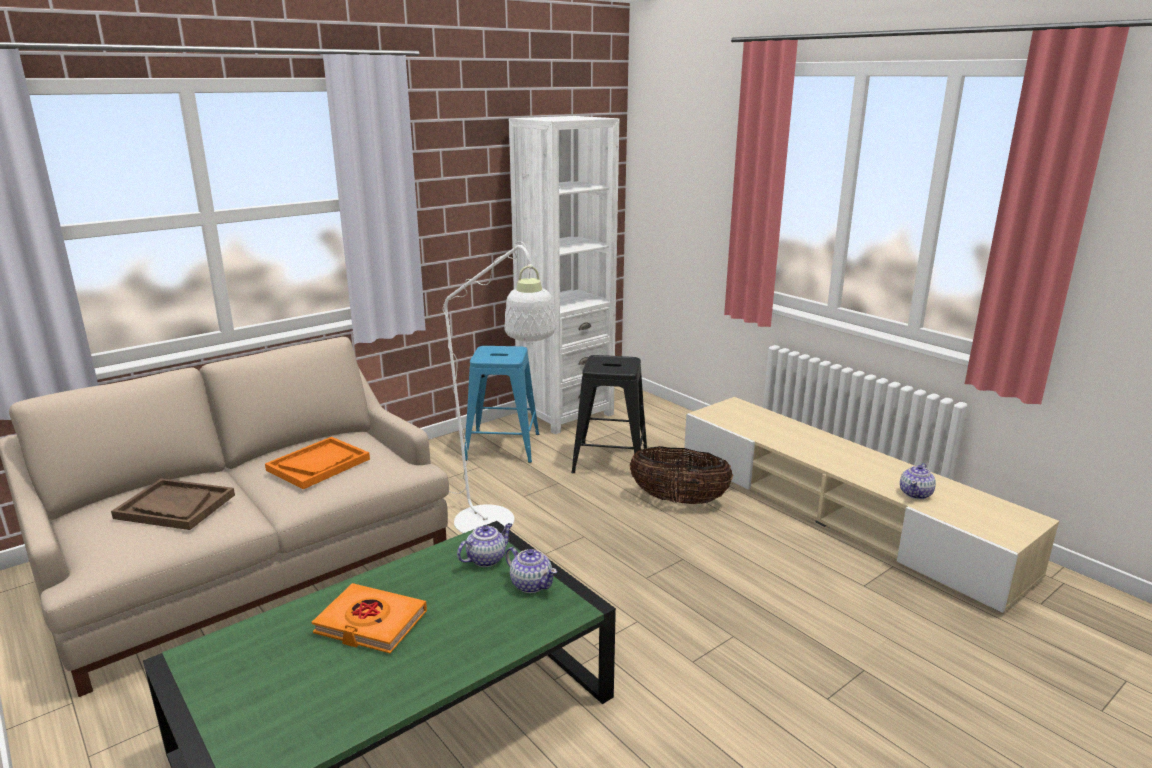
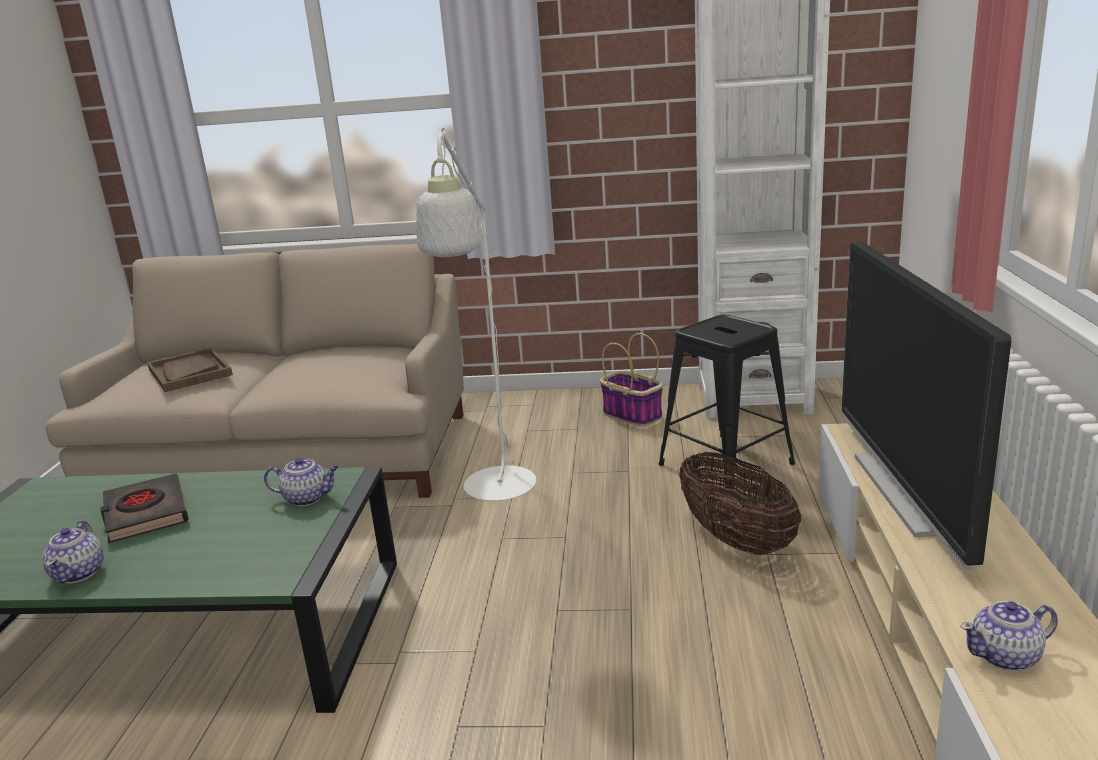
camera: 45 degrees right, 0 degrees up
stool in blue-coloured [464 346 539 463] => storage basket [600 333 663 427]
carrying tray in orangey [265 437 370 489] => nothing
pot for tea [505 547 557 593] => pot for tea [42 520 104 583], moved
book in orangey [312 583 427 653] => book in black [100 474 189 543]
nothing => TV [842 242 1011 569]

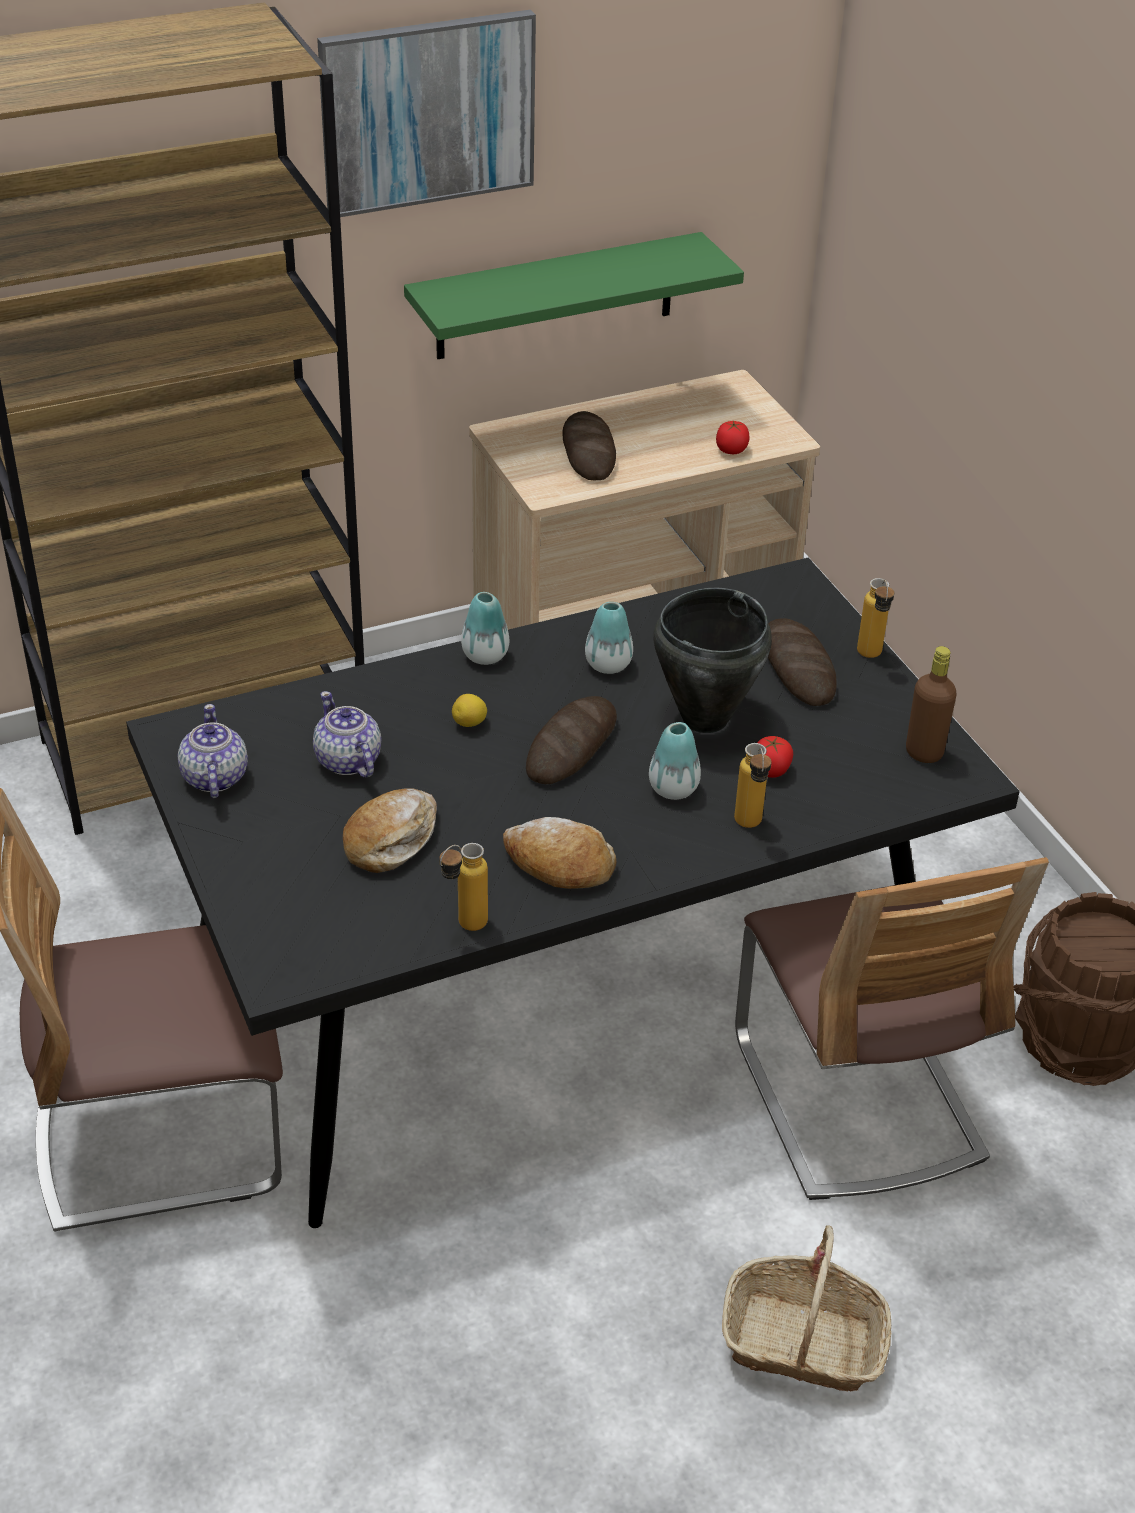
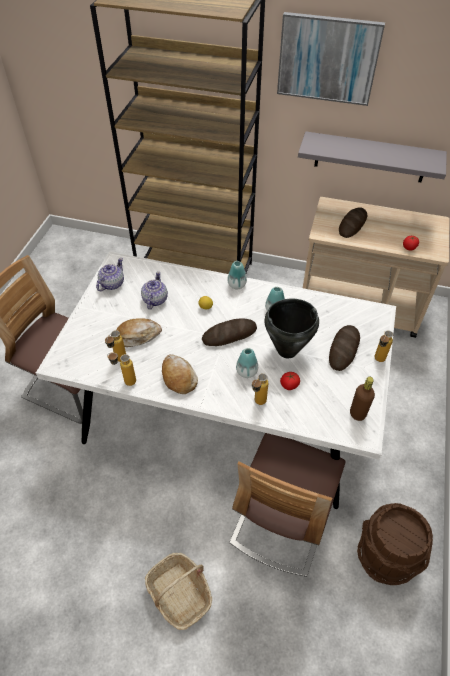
camera: 40 degrees right, 10 degrees up
bracket shelf in greenish [404 232 744 359] => bracket shelf in greyish [298 131 447 182]
dining table in black [126 557 1020 1228] => dining table in white-coloured [36 251 396 509]
nothing => bottle [105 330 126 362]

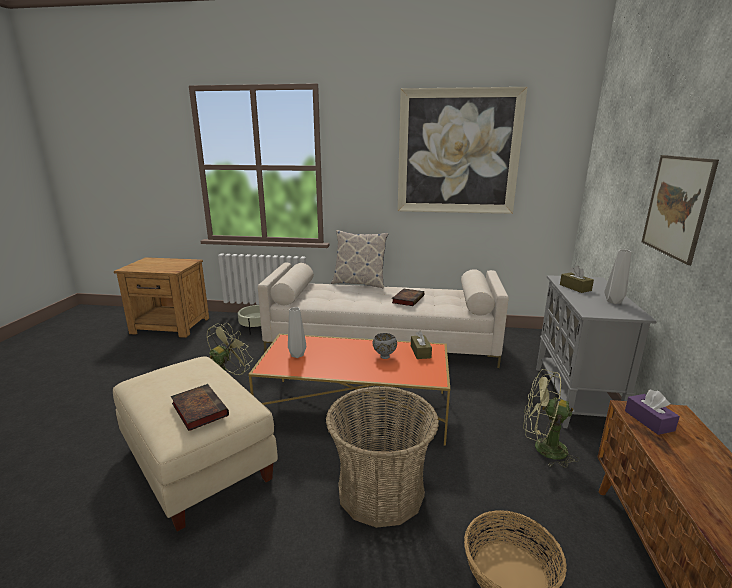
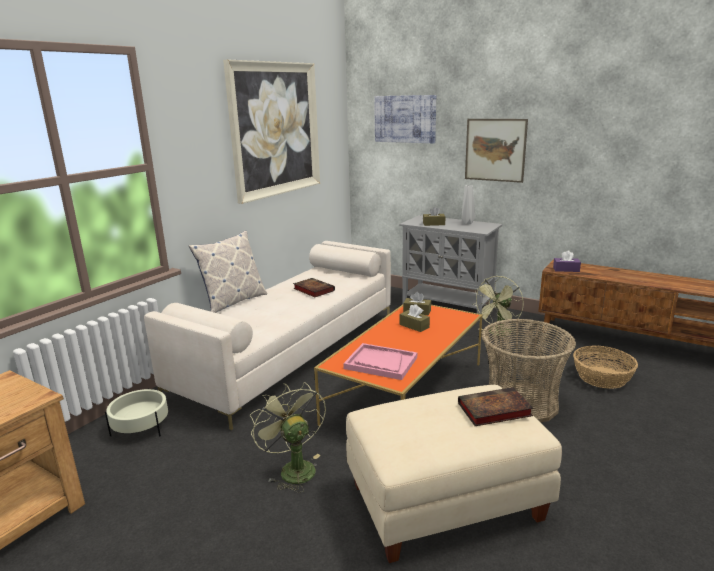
camera: 65 degrees left, 0 degrees up
decorative vase in greyish [288 307 306 358] => carrying tray in pink [343 343 417 380]
bowl in greyish [373 333 397 359] => tissue holder in brown [400 304 430 332]
nothing => picture [374 95 436 143]

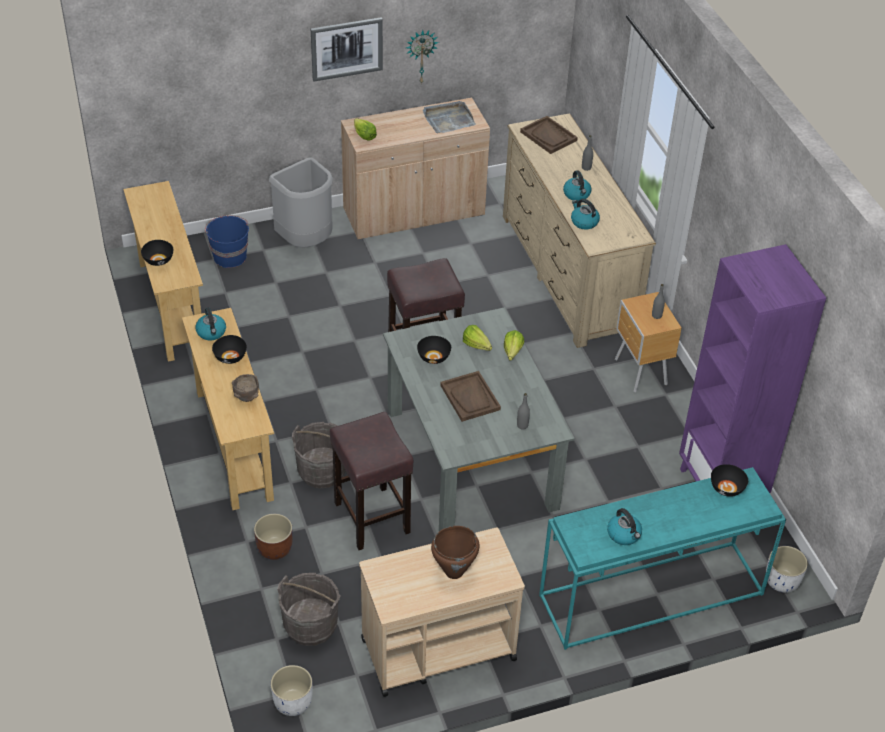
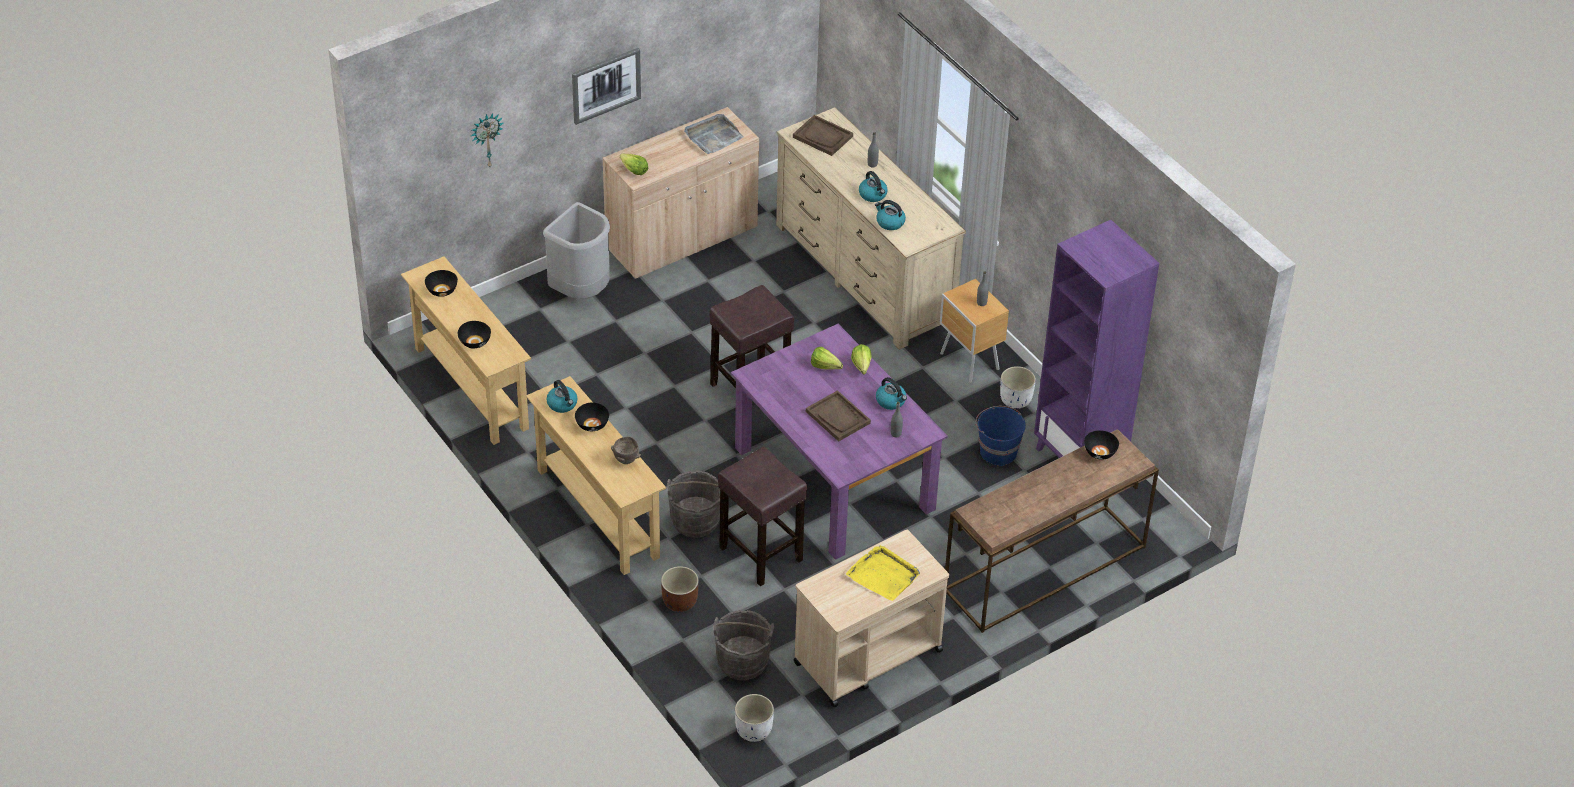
camera: 15 degrees left, 0 degrees up
wall clock [406 30 439 84] => wall clock [471 113 504 167], moved
bucket in blue-coloured [205 215 249 268] => bucket in blue-coloured [976 406 1026 466], moved
dining table in greyish [383 307 575 531] => dining table in purplish [731 324 948 560]
bowl in black [417 336 451 364] => bowl in black [425 270 458 297], moved
hall table in turquoise [539 467 786 650] => hall table in brown [945 429 1159 633]
water kettle [607 508 642 545] => water kettle [876 377 907 410], moved
cooking pot in brown [431 526 479 579] => carrying tray in yellowish [846 545 920 601]
plant pot in white-coloured [766 546 808 593] => plant pot in white-coloured [1000 366 1036 409], moved

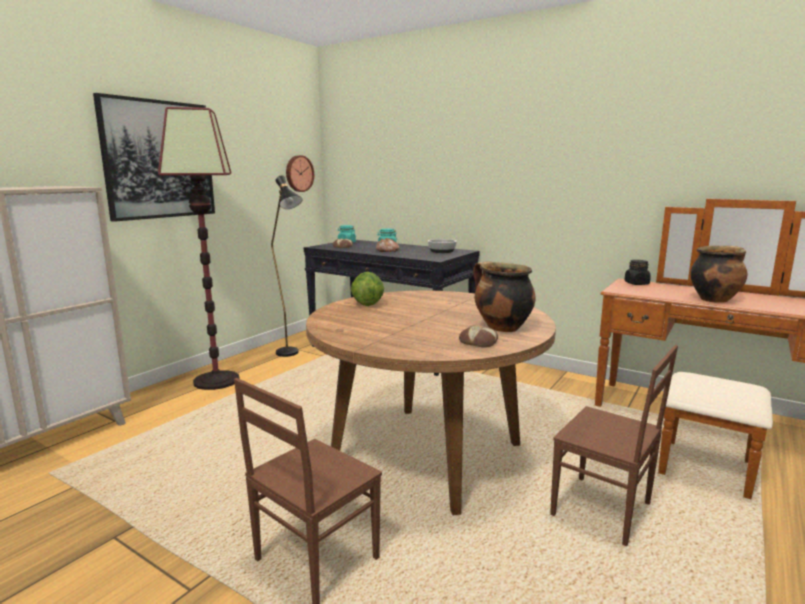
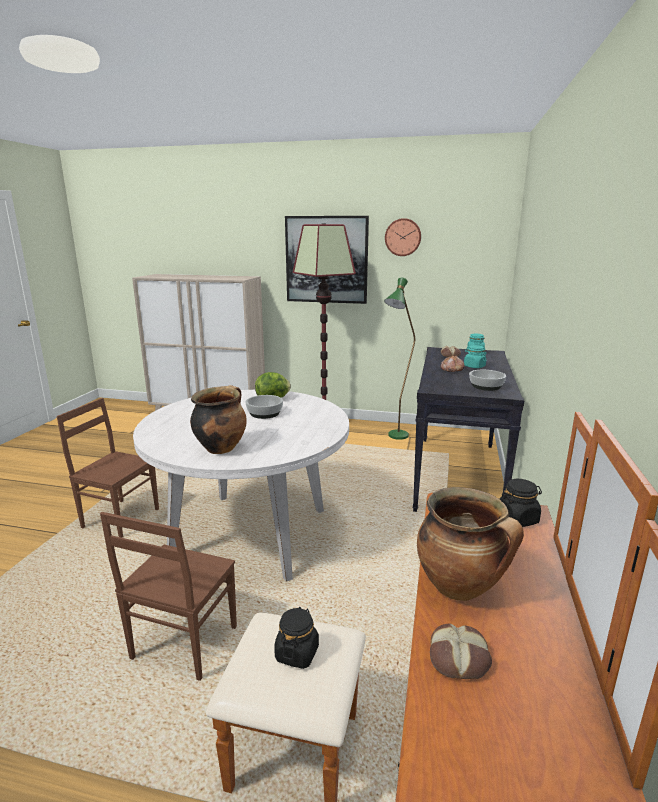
camera: 70 degrees right, 5 degrees up
wall clock [286 155 314 192] => wall clock [385 218 421 256], moved
standing lamp in black [271 175 303 357] => standing lamp in greenish [384 278 415 440]
dining table in brown [306 291 556 516] => dining table in white-coloured [133 390 349 582]
bread [459 325 498 348] => bread [430 623 492 679], moved
nothing => bowl [245 395 283 419]
nothing => preserve jar in black [274 607 319 669]

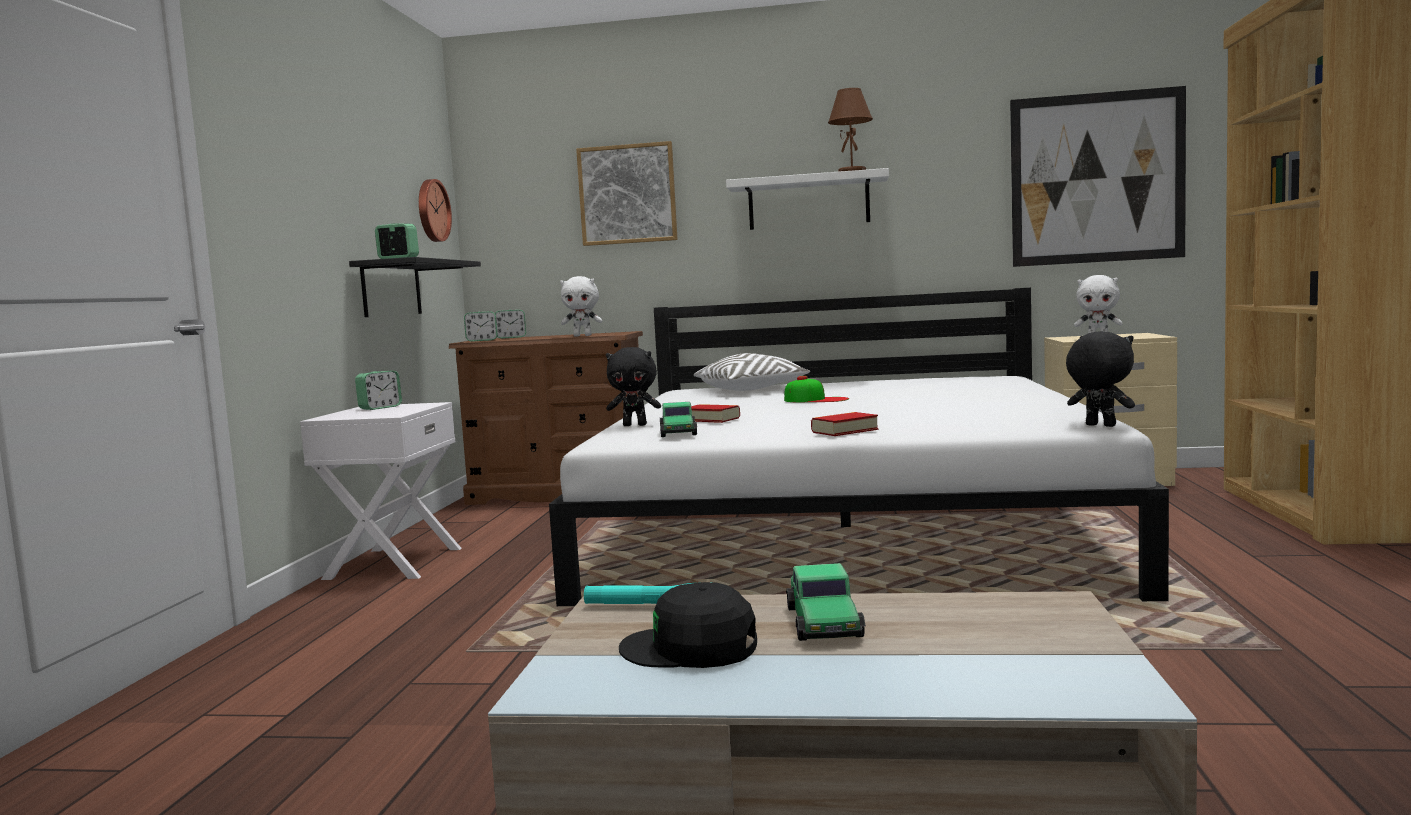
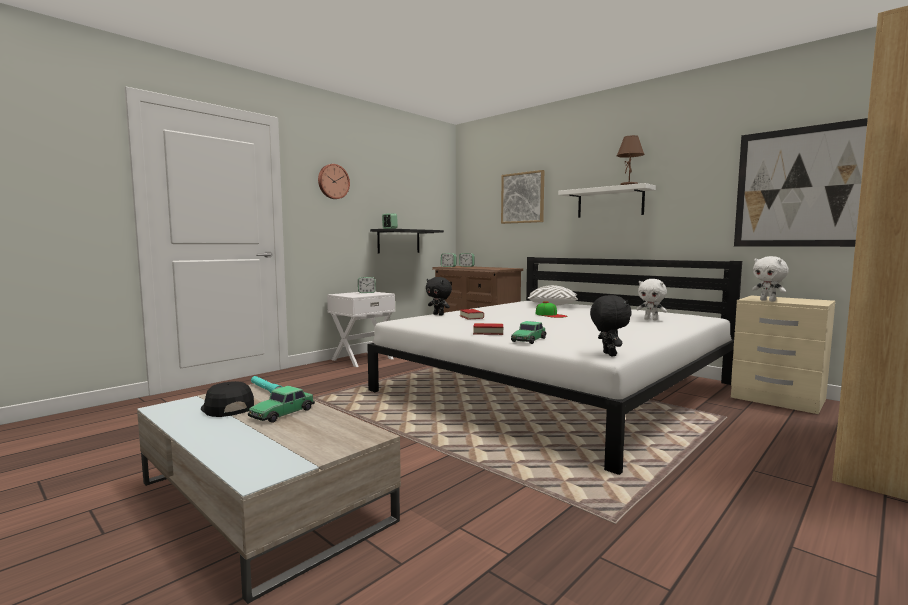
camera: 35 degrees right, 0 degrees up
wall clock [419 179 452 242] => wall clock [318 164 350 199], moved
soft toy in white-coloured [560 276 602 337] => soft toy in white-coloured [636 279 667 320], moved
miniature car [660 402 697 437] => miniature car [511 321 546 344], moved

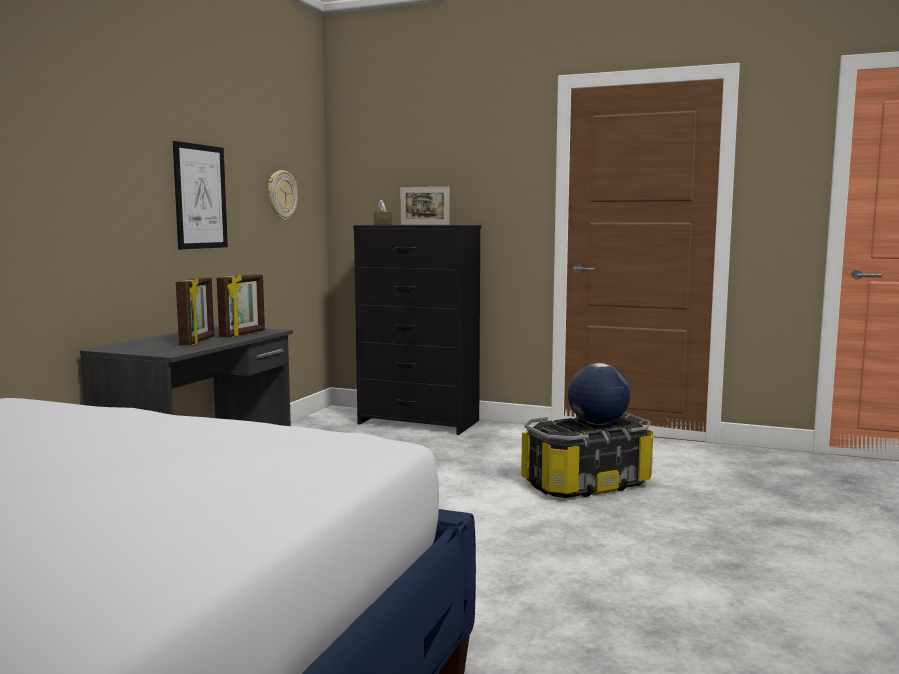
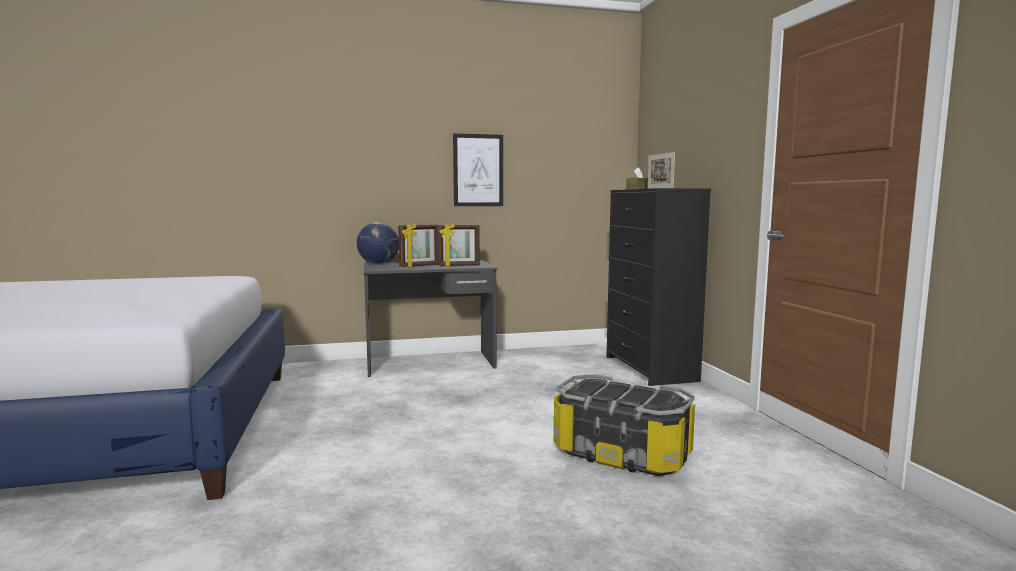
camera: 55 degrees right, 0 degrees up
wall clock [268 170 298 220] => nothing
globe [568 363 631 425] => globe [357 222 399 264], moved

